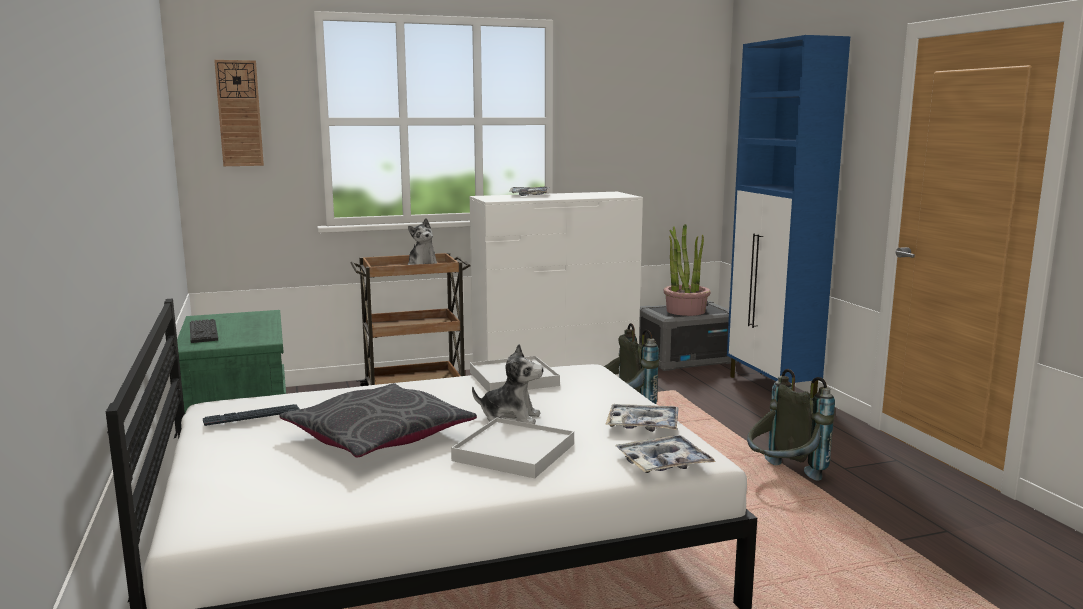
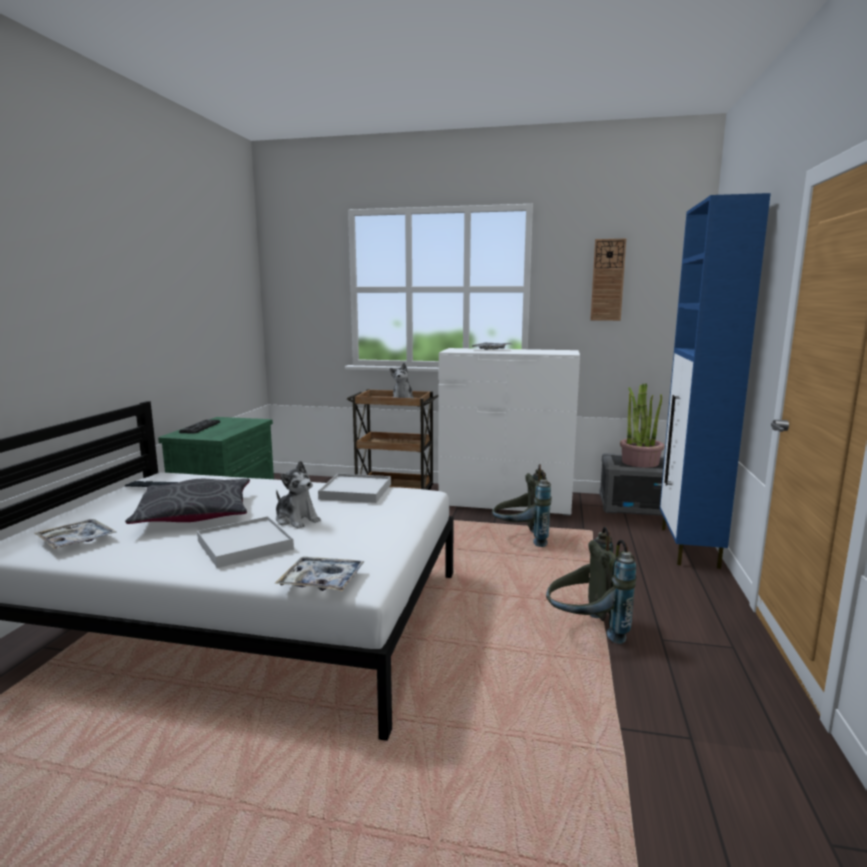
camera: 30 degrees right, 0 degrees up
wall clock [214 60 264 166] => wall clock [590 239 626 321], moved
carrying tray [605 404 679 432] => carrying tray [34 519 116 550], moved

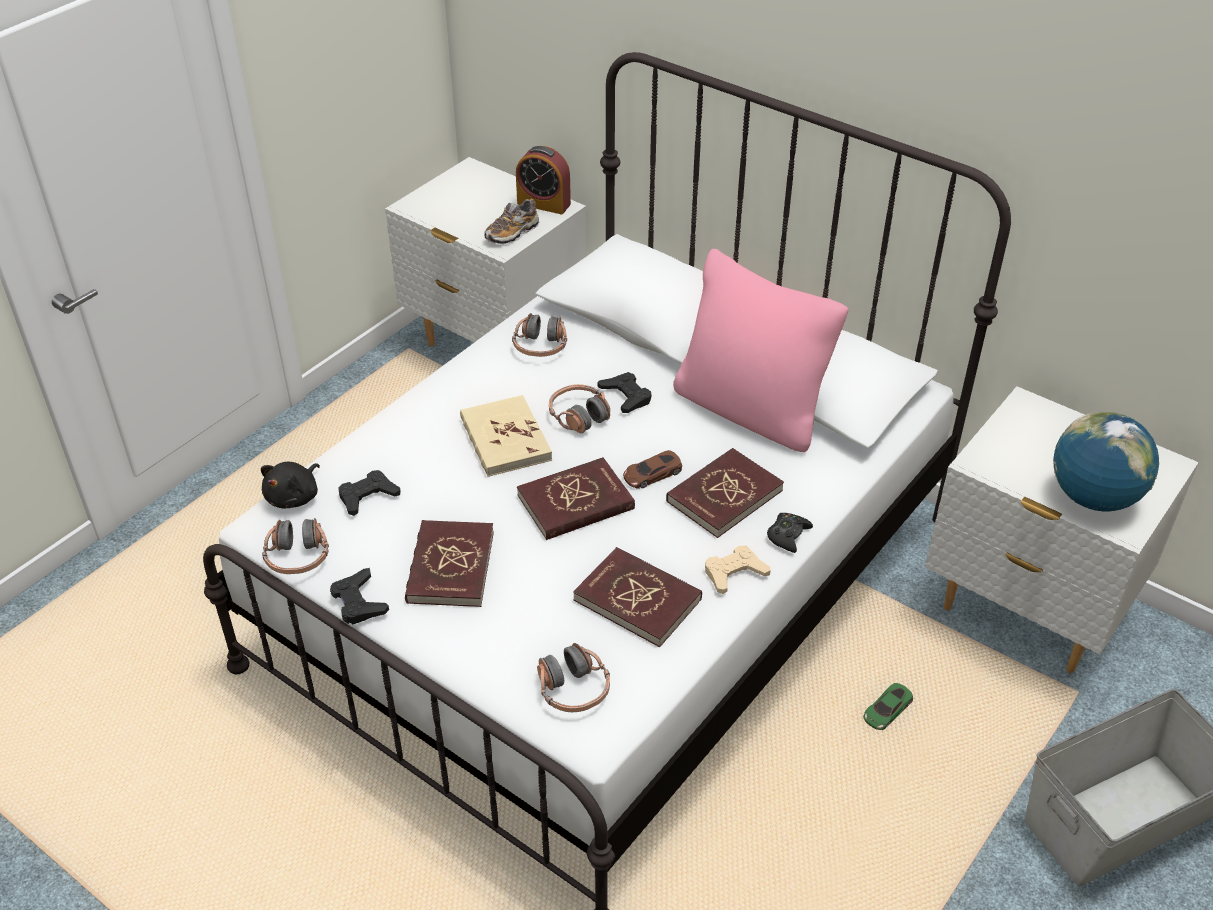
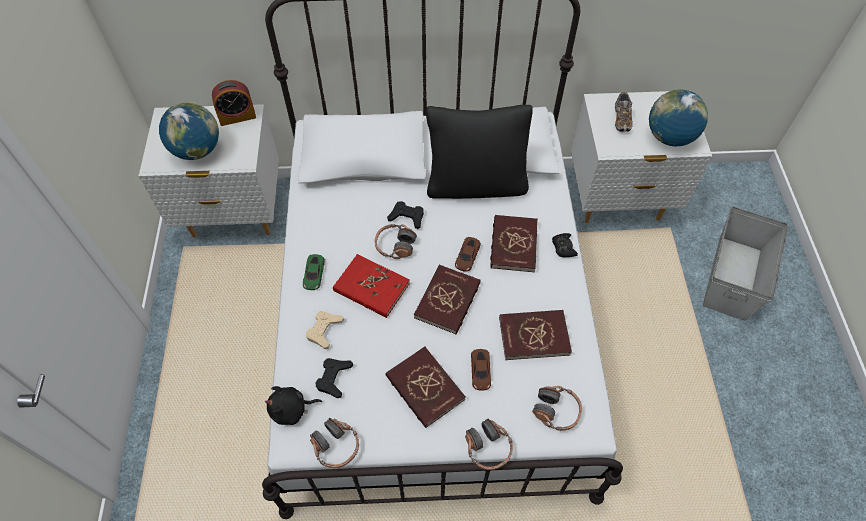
camera: 40 degrees left, 15 degrees up
shoe [484 198 539 244] => shoe [615 91 633 132], moved
cushion in pink [673 249 849 452] => cushion in black [426 105 533 199]
headphones [512 313 567 357] => headphones [465 419 513 470], moved
book in beige [460 395 552 477] => book in red [333 254 410 318]
soft toy in black [261 462 320 508] => soft toy in black [265 386 322 425], 90 degrees clockwise
game controller in beige [705 546 771 594] => game controller in beige [306 311 344 349], moved
game controller in black [330 568 389 624] => nothing
miniature car in greenish [863 683 913 730] => miniature car in greenish [303 254 325 290], moved
nothing => globe [159 102 219 160]
nothing => miniature car in brown [471 349 491 390]

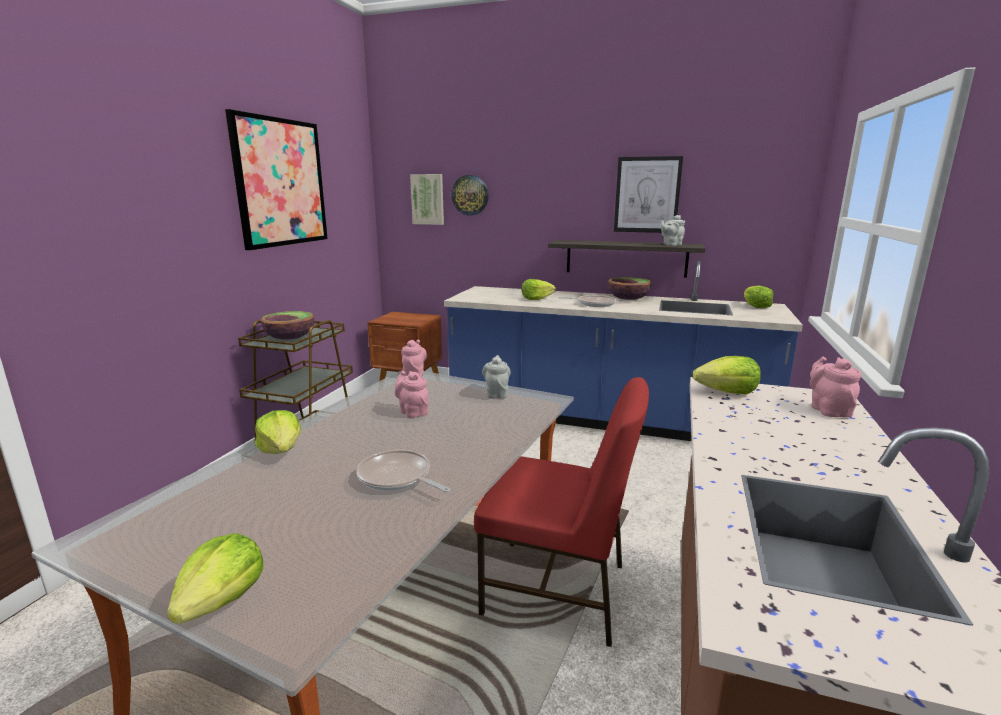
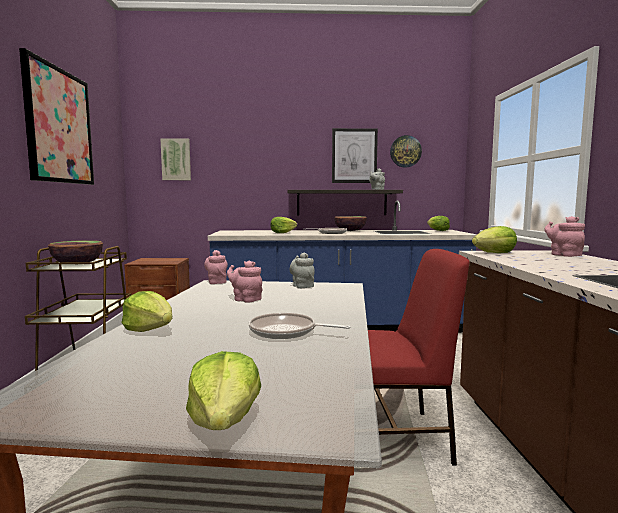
camera: 20 degrees left, 10 degrees down
wall clock [451 175 489 216] => wall clock [390 135 422 168], moved

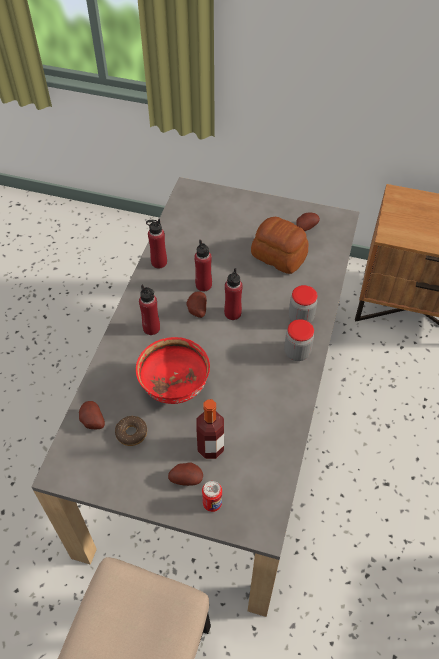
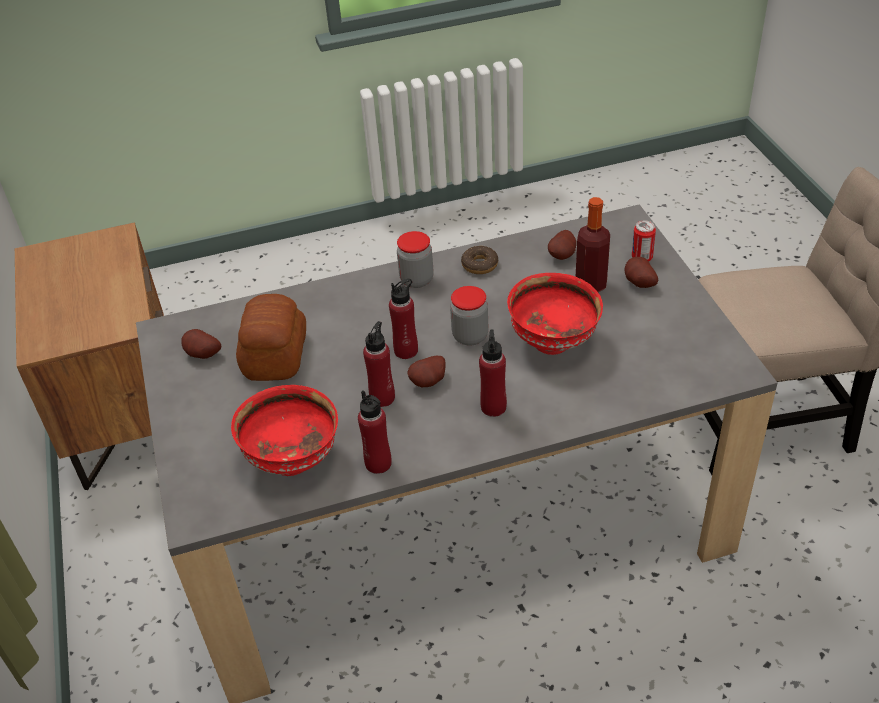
camera: 120 degrees left, 10 degrees down
preserve jar [289 285 317 323] => preserve jar [450 286 488 346], moved
potato [79 401 105 429] => potato [548 230 577 260], moved
donut [115 416 147 446] => donut [461 246 498 274], moved
nothing => bowl in red [231 385 338 476]

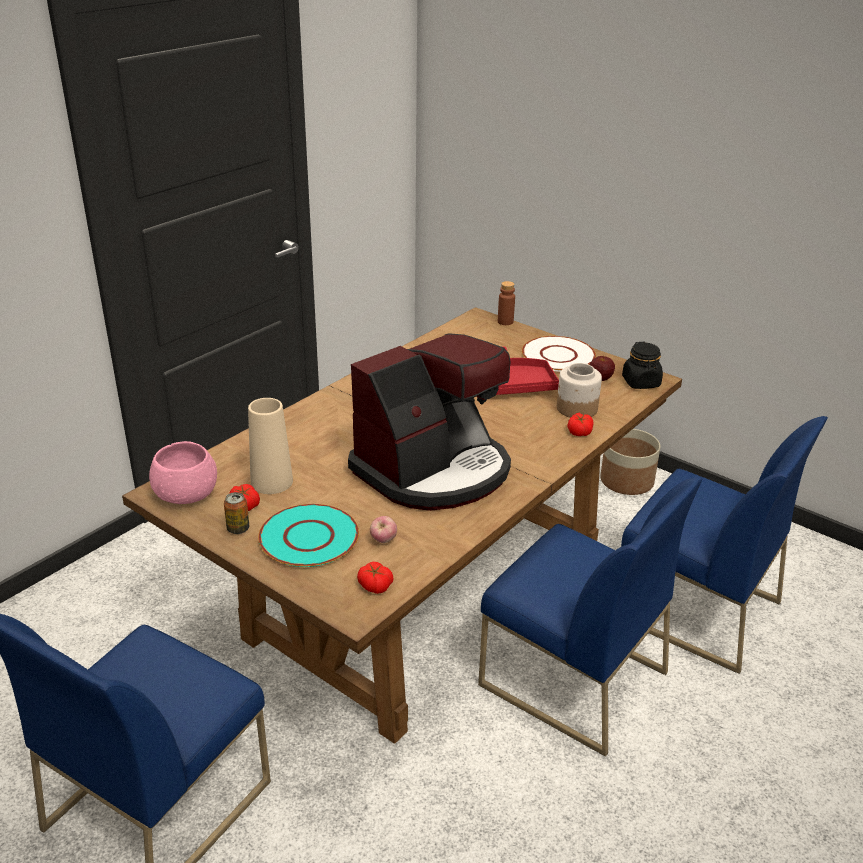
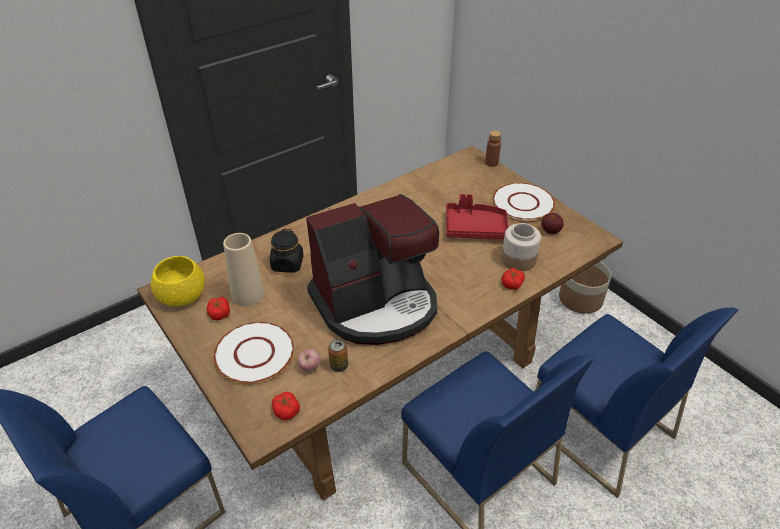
camera: 15 degrees right, 10 degrees up
preserve jar in black [622 342 663 389] => preserve jar in black [270 229 304 273], moved
bowl in pink [149 441 217 504] => bowl in yellowish [151 256 205 306]
metal can [224 492 249 534] => metal can [328 339 348 372], moved
plate in turquoise [258 504 359 567] => plate in white-coloured [213 322 294 383]

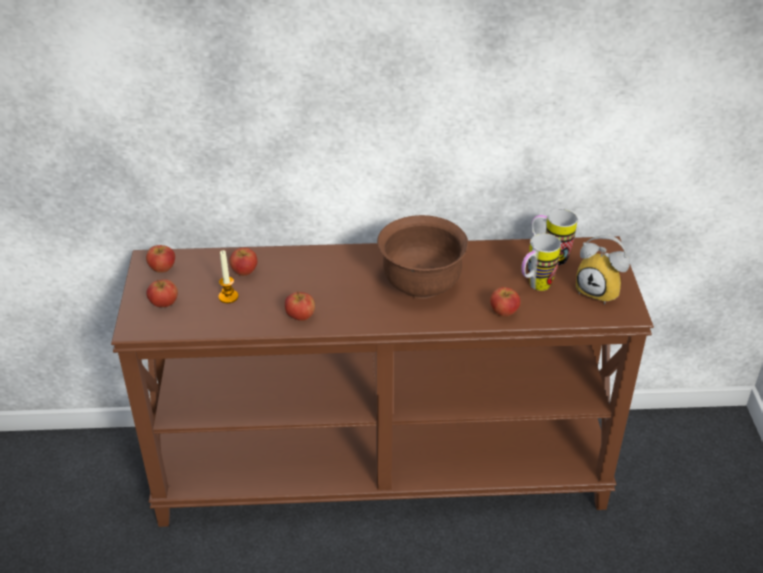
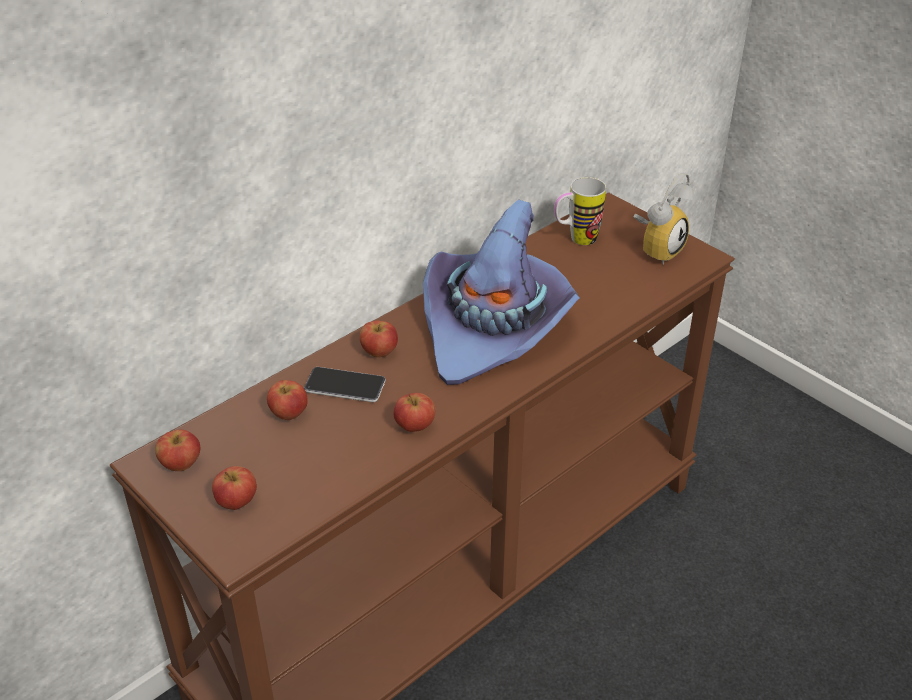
camera: 40 degrees left, 0 degrees up
bowl in brown [377 215 468 299] => clothing hat in purplish [423 200 580 385]
tea mug [521 233 561 291] => nothing
table clock [576 235 630 305] => table clock [634 173 695 265], 45 degrees counterclockwise
wax candle [219 250 239 303] => nothing
whole apple [490 287 520 317] => whole apple [360 320 398 357], moved
nothing => handset [304 367 386 402]

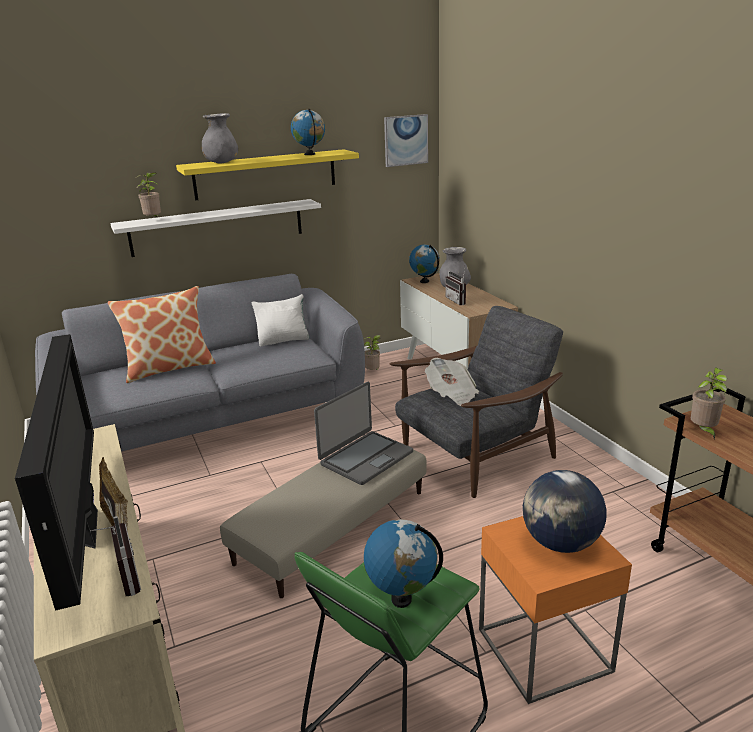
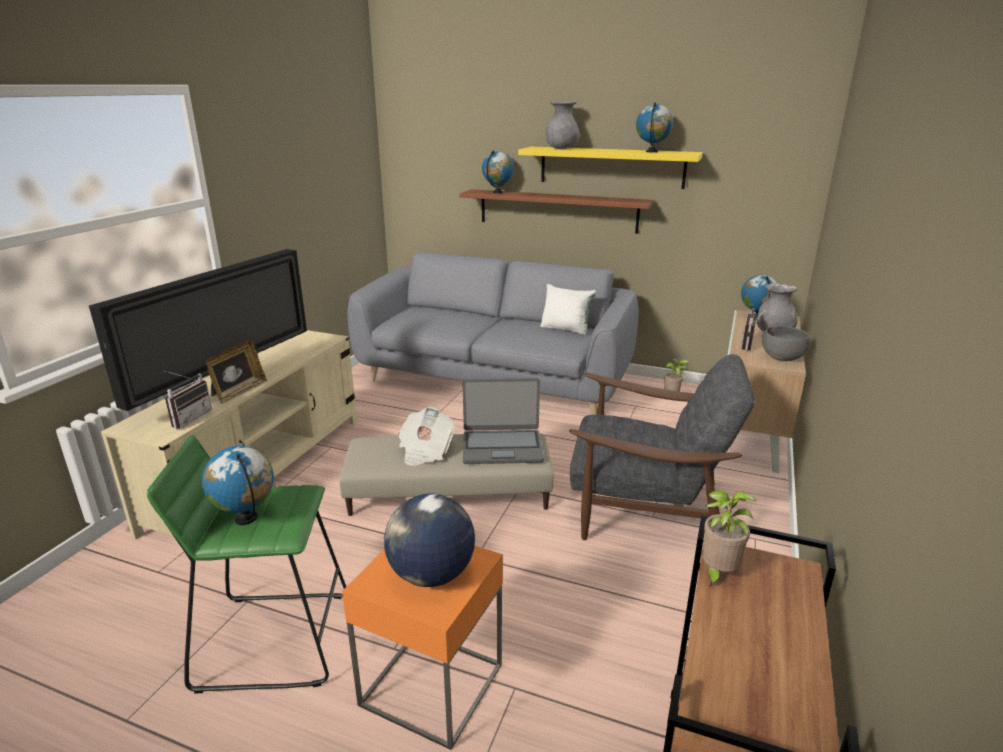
camera: 45 degrees right, 0 degrees up
picture [384 114 428 167] => nothing
potted plant [135 172 161 217] => globe [482 150 514 193]
bracket shelf in white-coloured [110 199 321 257] => bracket shelf in brown [459 189 654 234]
cushion [108 286 216 383] => nothing
newspaper [425 358 479 406] => newspaper [398 407 455 466], moved
nothing => bowl in greyish [762 326 810 361]

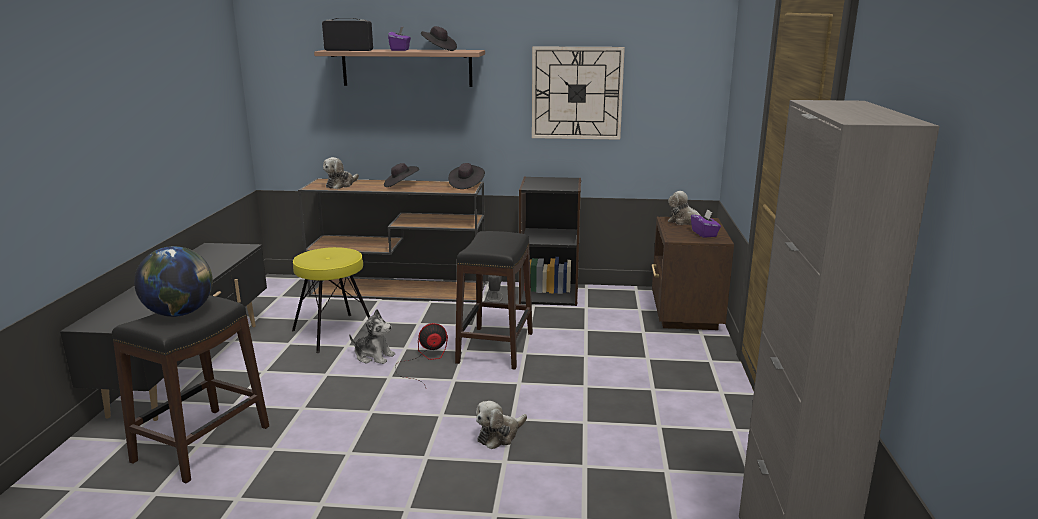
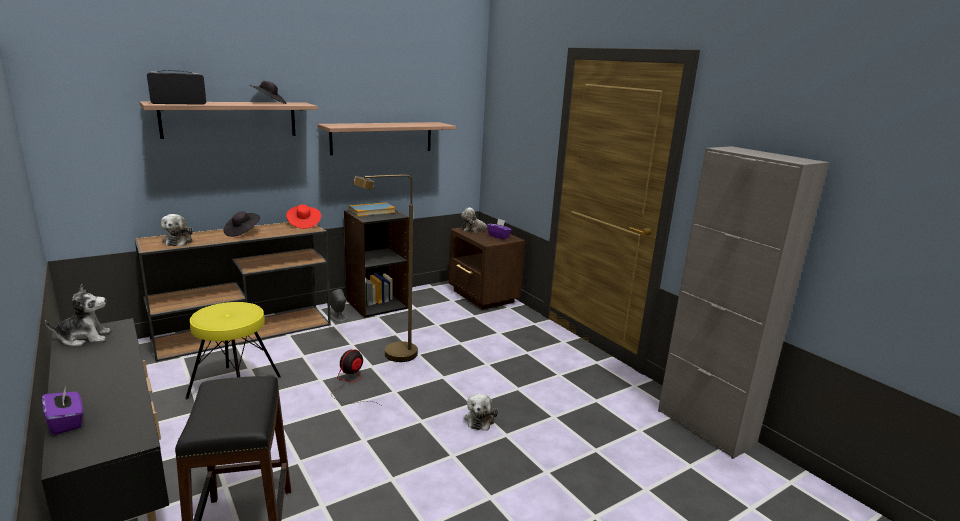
camera: 40 degrees left, 0 degrees up
tissue holder in purplish [388 26 411 51] => tissue holder in purplish [42 385 83 435], moved
wall clock [532 47 625 140] => bracket shelf [317 122 456 155]
clothing hat in black [448 163 485 189] => clothing hat in red [286 204 321 229]
stool in black [455 231 533 370] => standing lamp in brown [353 175 418 362]
globe [134 246 213 317] => nothing
soft toy [349 309 395 364] => soft toy [45 284 110 346], moved
nothing => book [349 202 395 217]

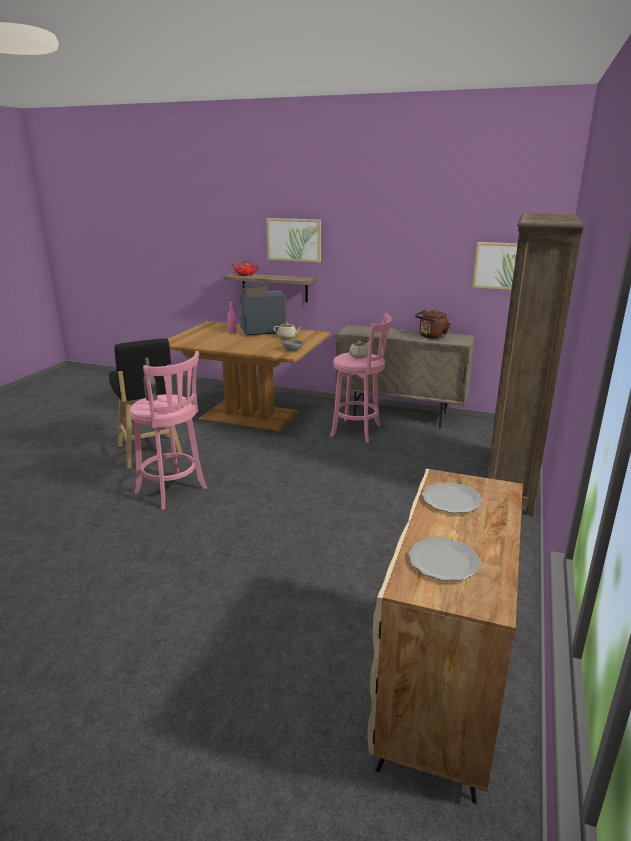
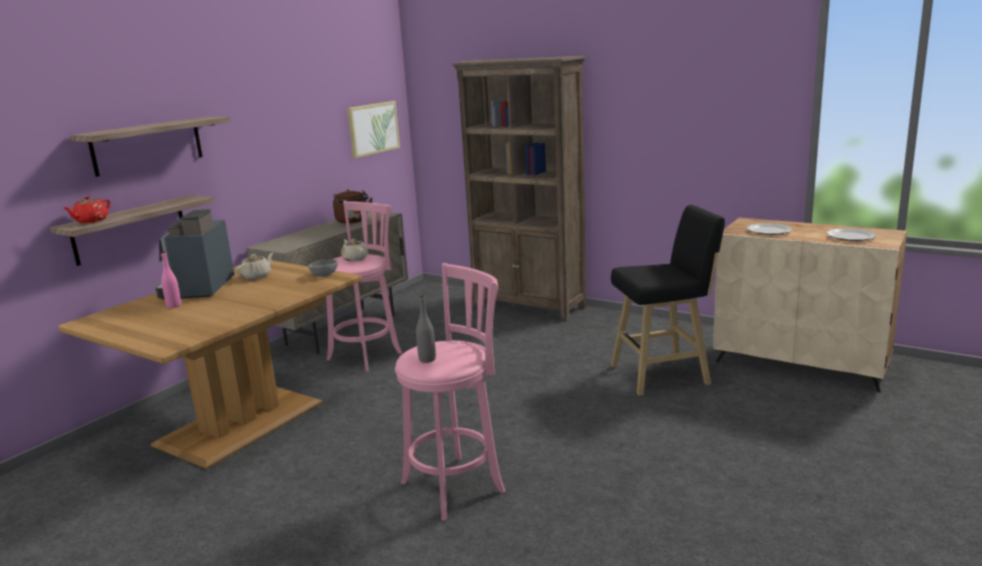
camera: 75 degrees left, 5 degrees down
picture [266 218 321 263] => bracket shelf [70 116 231 177]
stool in black [109 338 182 469] => stool in black [611 205 725 396], moved

